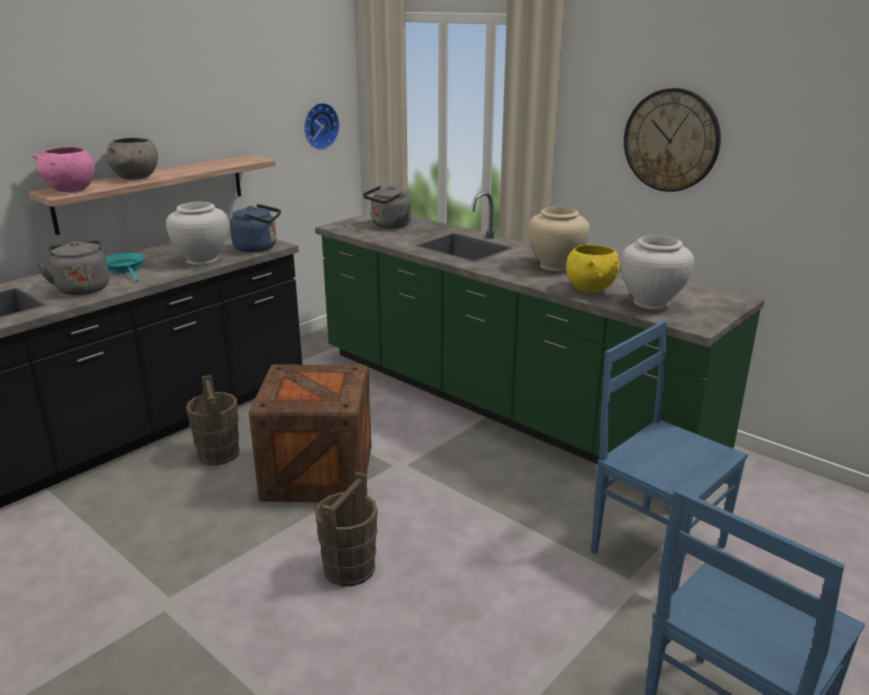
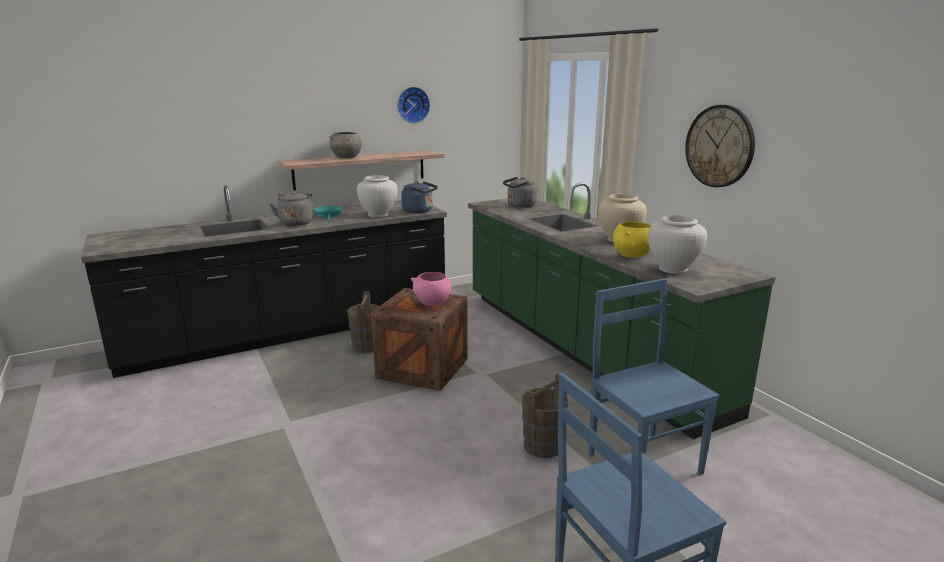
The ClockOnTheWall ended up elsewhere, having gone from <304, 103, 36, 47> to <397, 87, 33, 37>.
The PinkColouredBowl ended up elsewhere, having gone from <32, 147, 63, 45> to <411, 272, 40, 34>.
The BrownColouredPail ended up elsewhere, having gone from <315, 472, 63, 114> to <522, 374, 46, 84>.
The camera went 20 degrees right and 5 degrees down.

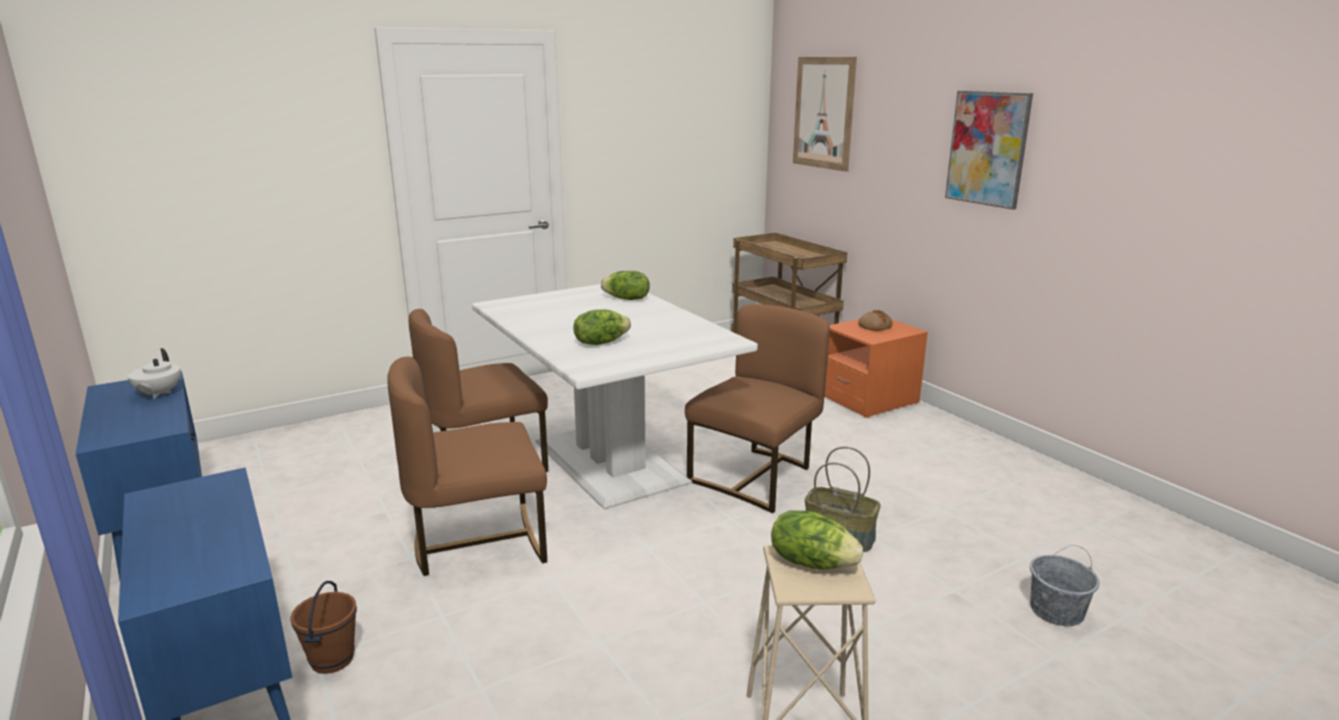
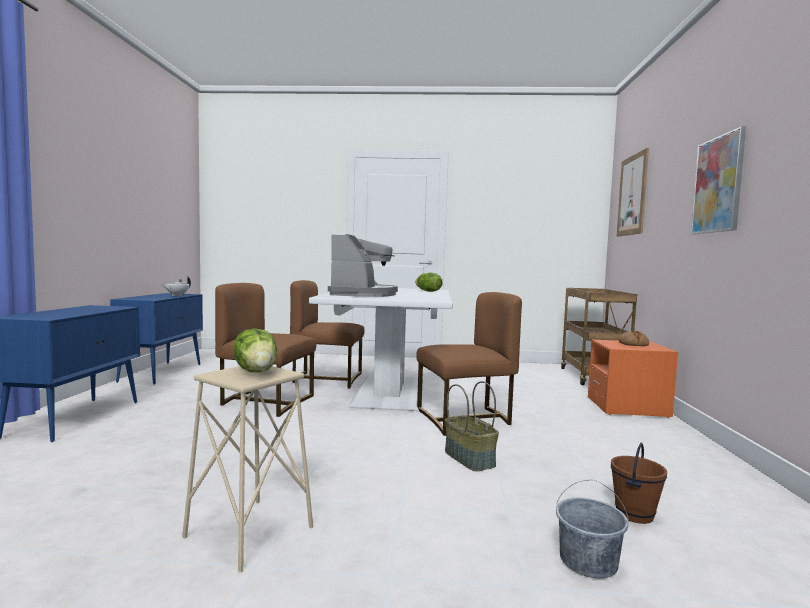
Where the HeadOfLettuce stood at <573, 310, 58, 35>, the CoffeeBrewer came to stand at <328, 234, 70, 63>.
The BrownColouredPail ended up elsewhere, having gone from <291, 581, 66, 93> to <611, 443, 56, 81>.
The camera went 35 degrees right and 15 degrees down.

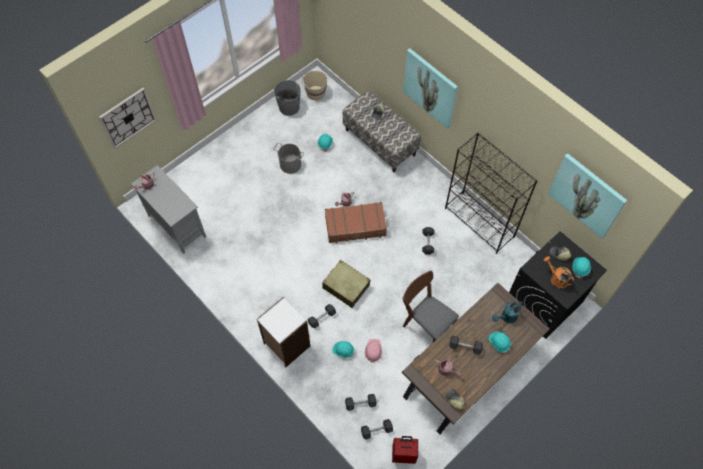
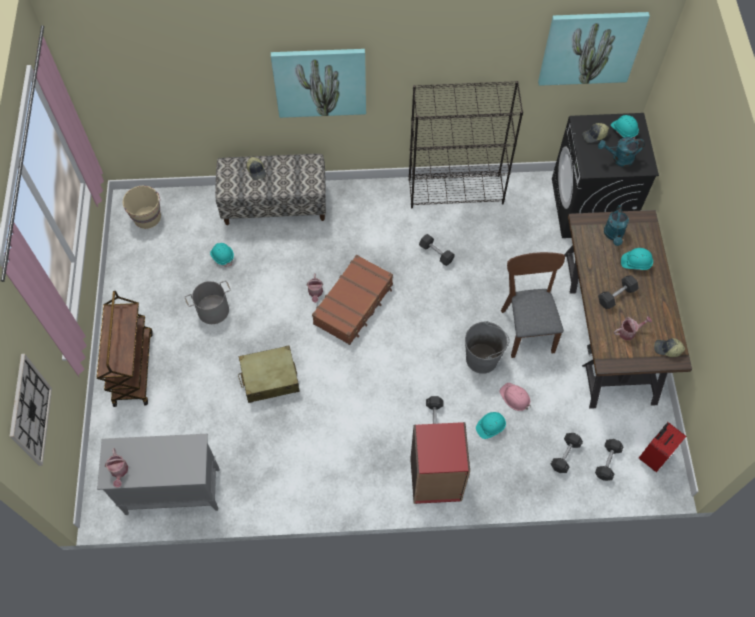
The second view gained the BrownColouredTrolley at <97, 291, 56, 116>.
The BeigeTravelCase ended up elsewhere, having gone from <322, 260, 48, 48> to <238, 345, 62, 58>.
What was the WhitishShelvingUnit at <257, 297, 53, 71> turned into the RedColouredShelvingUnit at <410, 422, 60, 82>.
The GrayPail ended up elsewhere, having gone from <274, 80, 27, 36> to <465, 321, 45, 53>.
The BrownColouredPlainChair at <402, 271, 57, 71> ended up facing another way, 90 degrees clockwise from before.
What was the OrangeColouredSprinklingCan at <544, 256, 30, 33> turned into the TurquoiseColouredSprinklingCan at <598, 137, 47, 30>.
The camera went 50 degrees left and 0 degrees up.

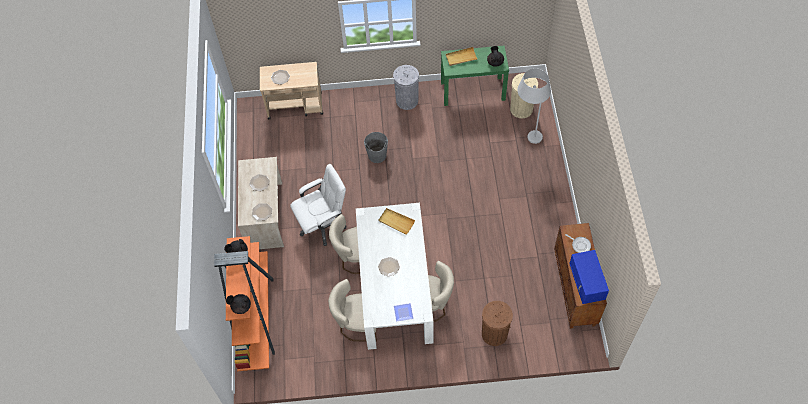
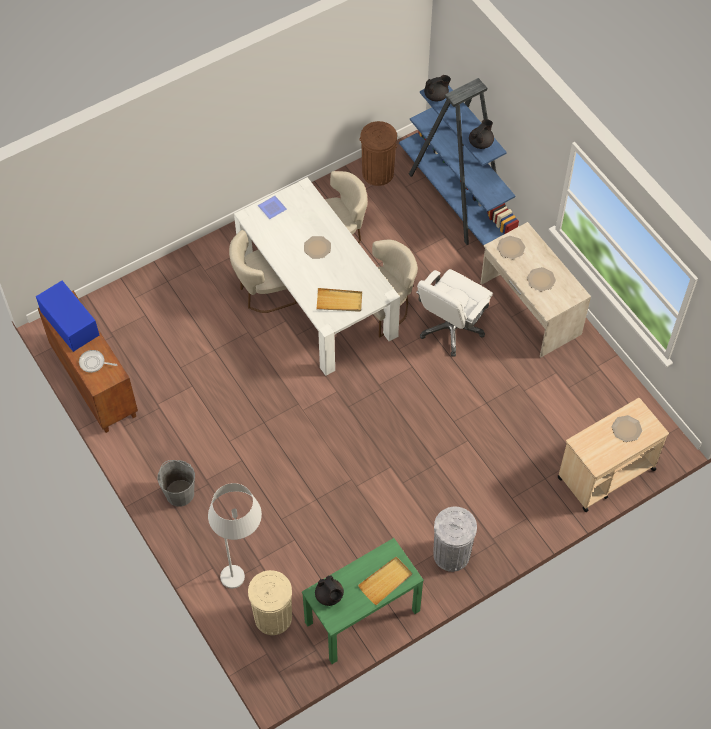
The GrayPail ended up elsewhere, having gone from <364, 132, 24, 31> to <157, 460, 38, 47>.
The BrownColouredRubbishBin ended up elsewhere, having gone from <482, 301, 31, 45> to <360, 121, 38, 65>.
What was the OrangeColouredShelvingUnit at <214, 236, 61, 135> turned into the BlueColouredShelvingUnit at <399, 78, 120, 168>.
The camera went 150 degrees right and 0 degrees up.

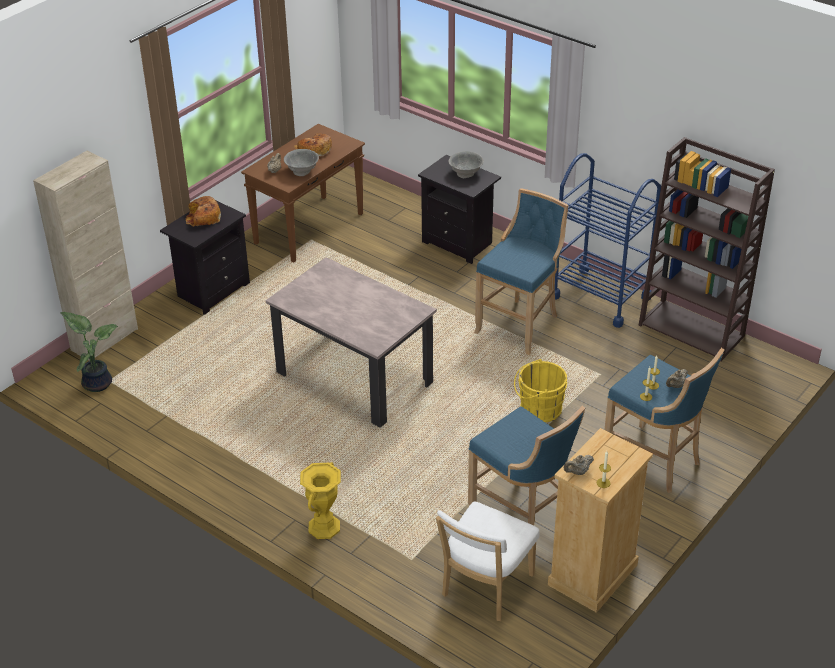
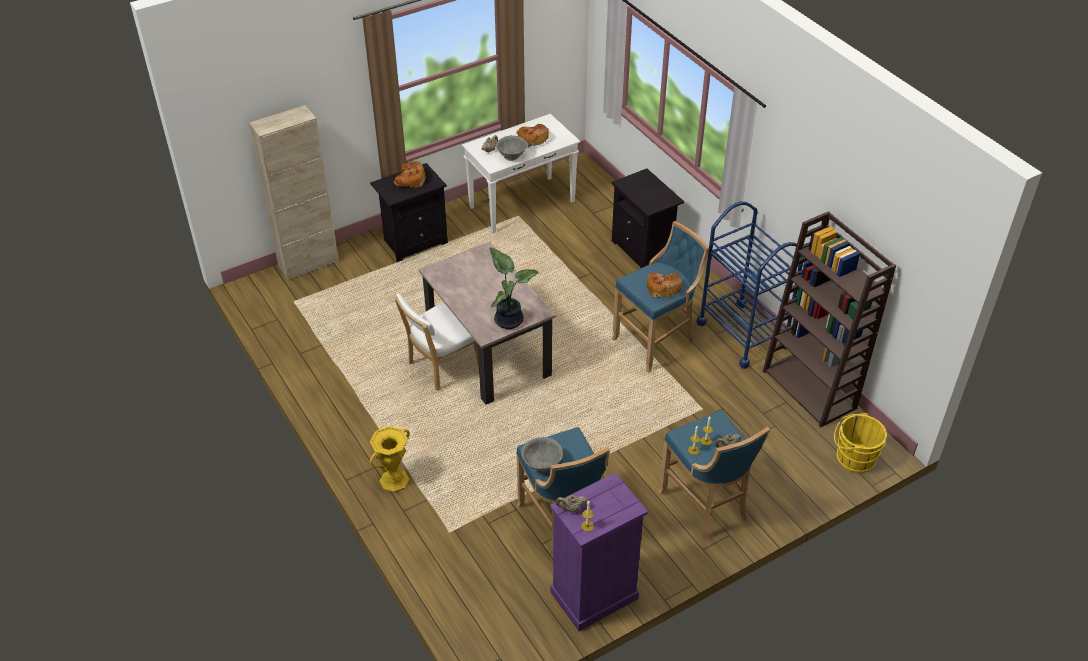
The WhitishPlainChair ended up elsewhere, having gone from <436, 502, 104, 119> to <394, 293, 85, 98>.
What was the BrownColouredHallTable at <241, 124, 124, 139> turned into the WhitishHallTable at <462, 114, 118, 119>.
The Houseplant ended up elsewhere, having gone from <60, 312, 58, 80> to <489, 247, 49, 82>.
The GrayBowl ended up elsewhere, having gone from <448, 151, 36, 27> to <521, 437, 42, 35>.
What was the BeigeDrawerChest at <548, 428, 105, 185> turned into the PurpleDrawerChest at <550, 473, 98, 158>.
The second view gained the Bread at <647, 273, 35, 25>.
The YellowColouredPail ended up elsewhere, having gone from <514, 359, 53, 63> to <834, 413, 53, 60>.
The camera went 20 degrees right and 5 degrees up.

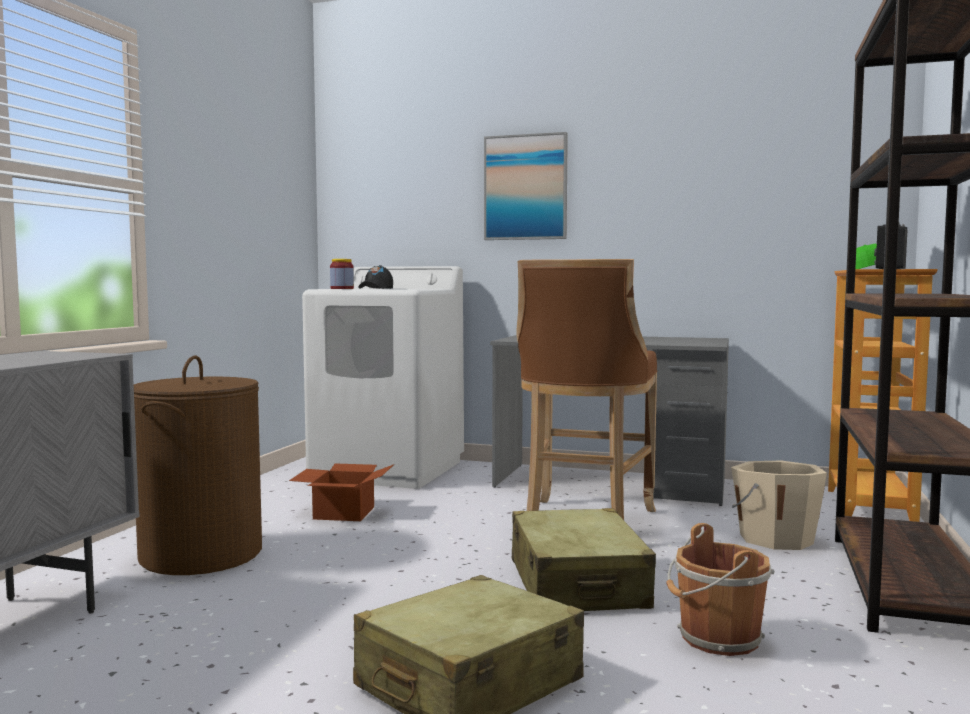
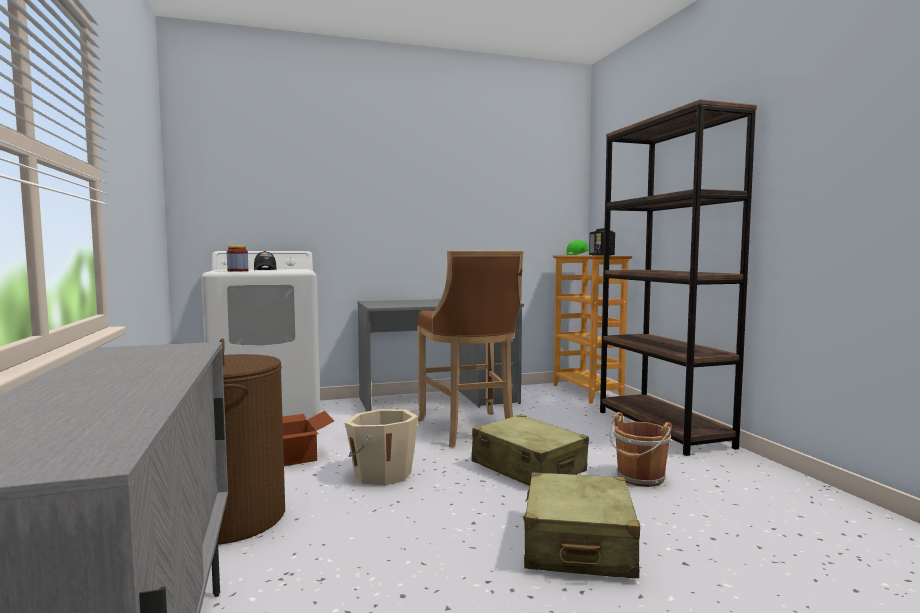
The BeigePail ended up elsewhere, having gone from <731, 461, 96, 89> to <345, 409, 73, 76>.
The second view lost the WallPicture at <484, 132, 84, 108>.
The camera went 35 degrees left and 0 degrees up.

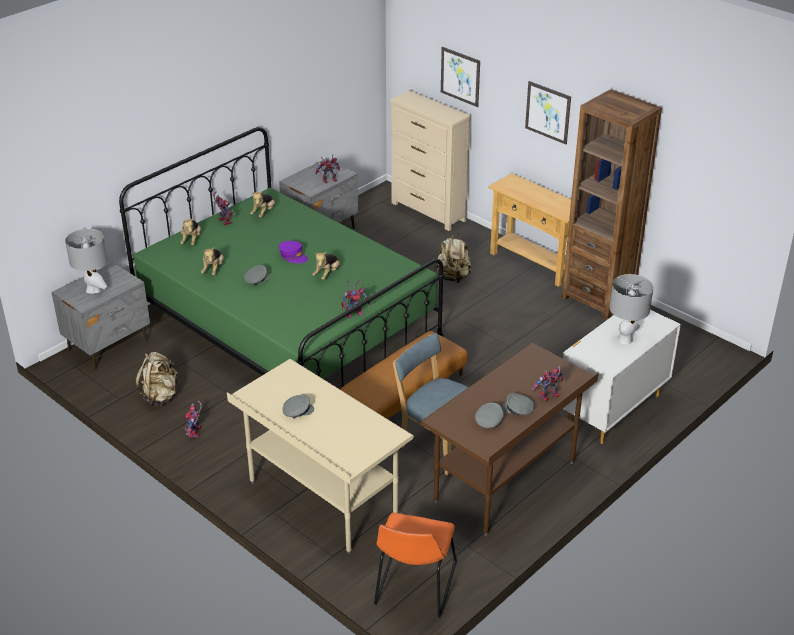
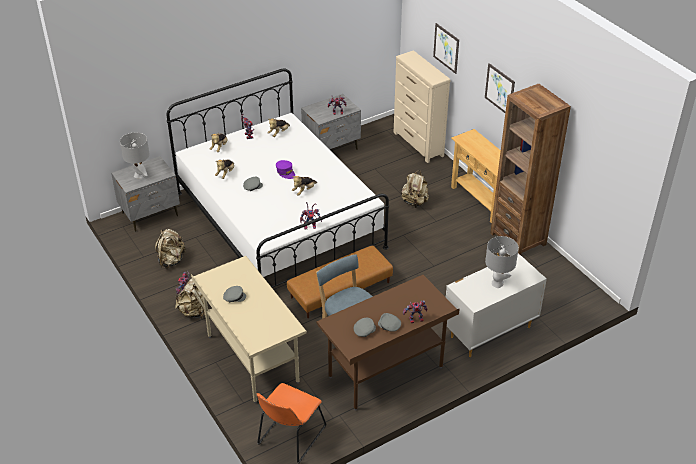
What was the GreenColouredBedroomBed at <119, 127, 325, 262> turned into the WhitishBedroomBed at <167, 68, 222, 220>.
The second view gained the BeigeKnapsack at <175, 279, 30, 40>.
The camera went 15 degrees right and 5 degrees up.

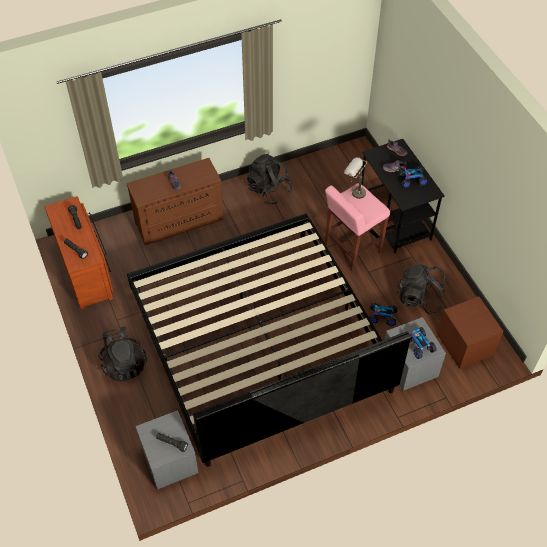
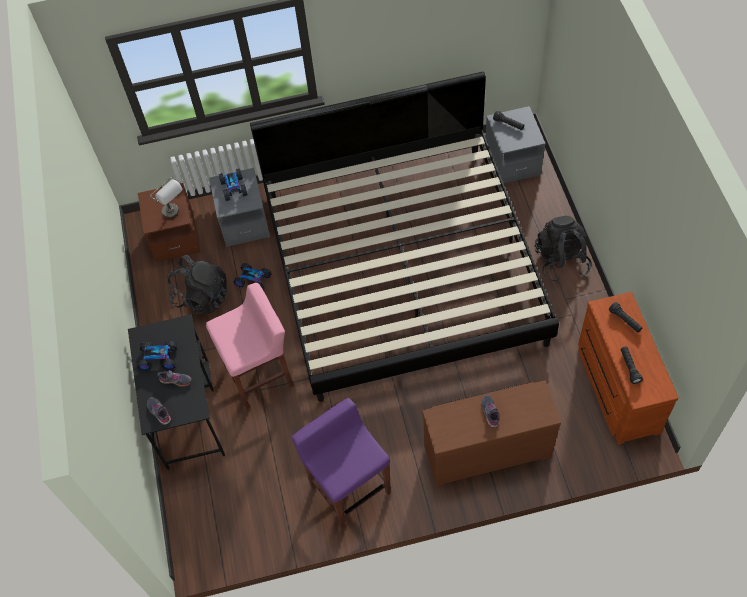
The GrayTabletopLamp ended up elsewhere, having gone from <344, 157, 23, 42> to <150, 177, 32, 41>.
Where the BlackColouredKnapsack stood at <247, 154, 46, 50>, the PurpleStool came to stand at <291, 398, 100, 130>.
The camera went 165 degrees left and 5 degrees up.

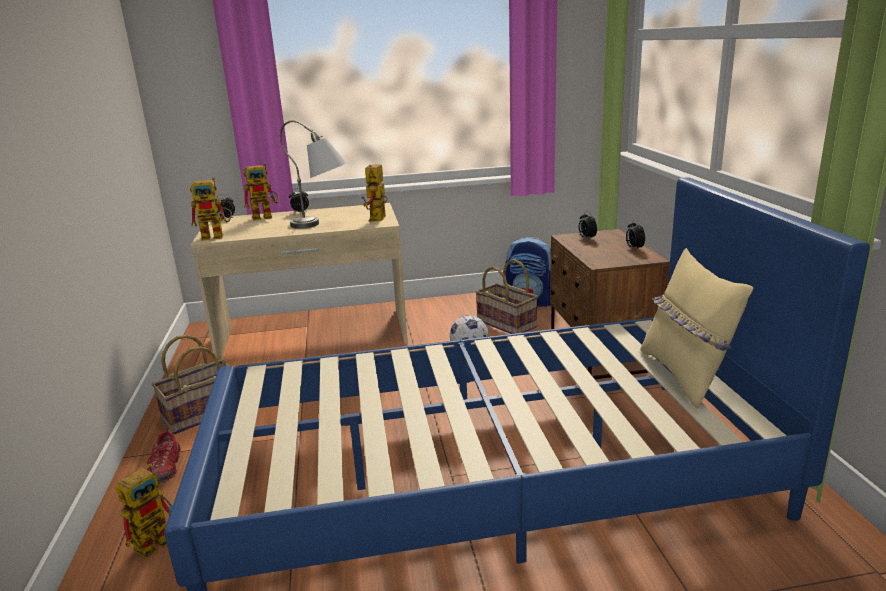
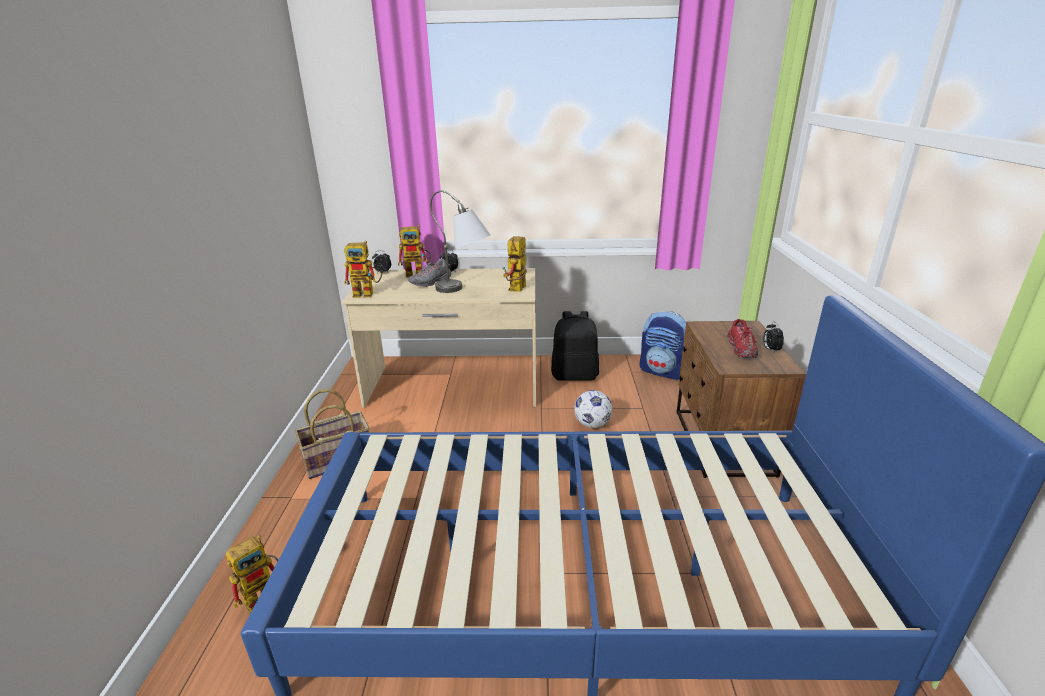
The second view gained the GrayShoe at <408, 259, 43, 28>.
The second view gained the BlackColouredKnapsack at <551, 311, 48, 70>.
The RedColouredShoe ended up elsewhere, having gone from <147, 431, 33, 52> to <728, 319, 30, 39>.
The second view lost the HouseholdBasket at <475, 259, 63, 75>.
The second view lost the AlarmClock at <579, 211, 18, 27>.
The second view lost the BeigePillow at <640, 248, 113, 161>.
The camera went 10 degrees right and 5 degrees up.

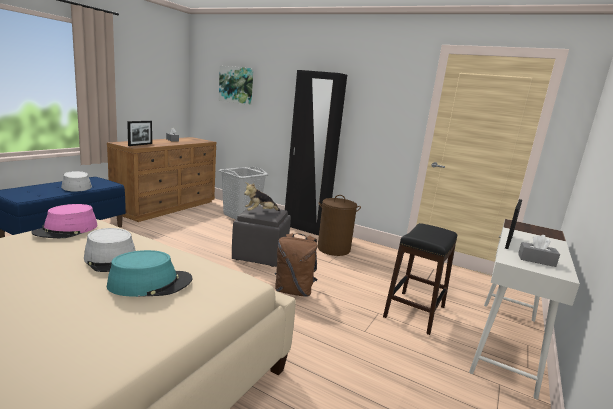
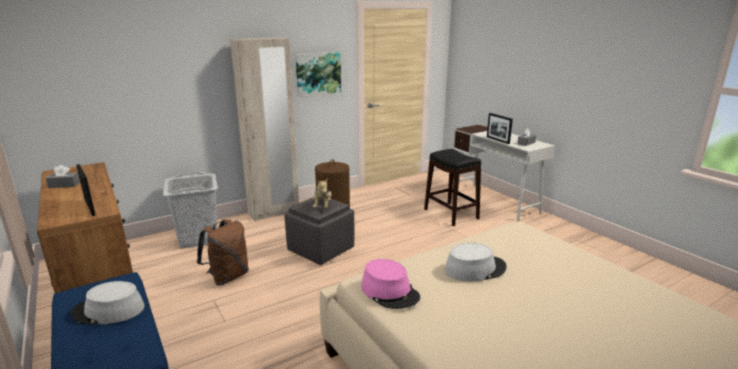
The BrownColouredKnapsack ended up elsewhere, having gone from <275, 233, 42, 64> to <197, 219, 52, 66>.
What was the BlackColouredArmoire at <285, 70, 62, 165> turned into the BeigeArmoire at <230, 37, 69, 184>.
The WallPicture ended up elsewhere, having gone from <219, 66, 35, 39> to <295, 52, 46, 45>.
The second view lost the TurquoiseColouredWearableHat at <107, 250, 85, 47>.
The camera went 60 degrees left and 5 degrees up.

